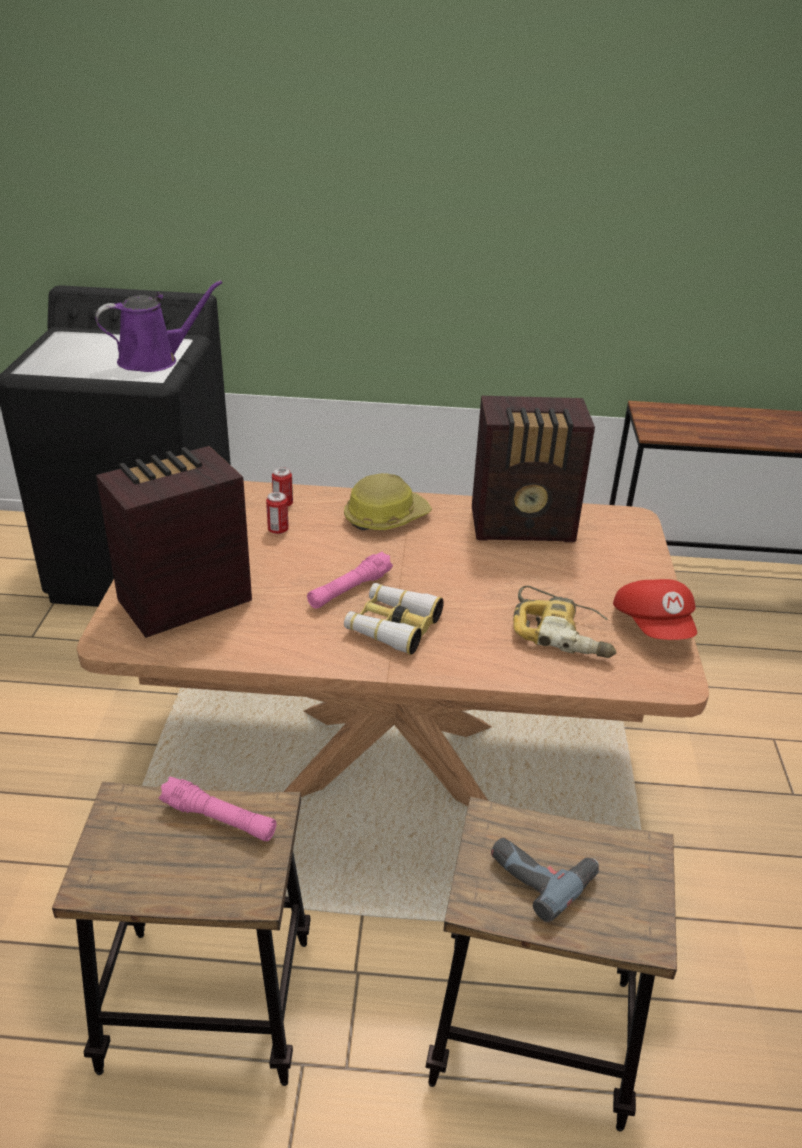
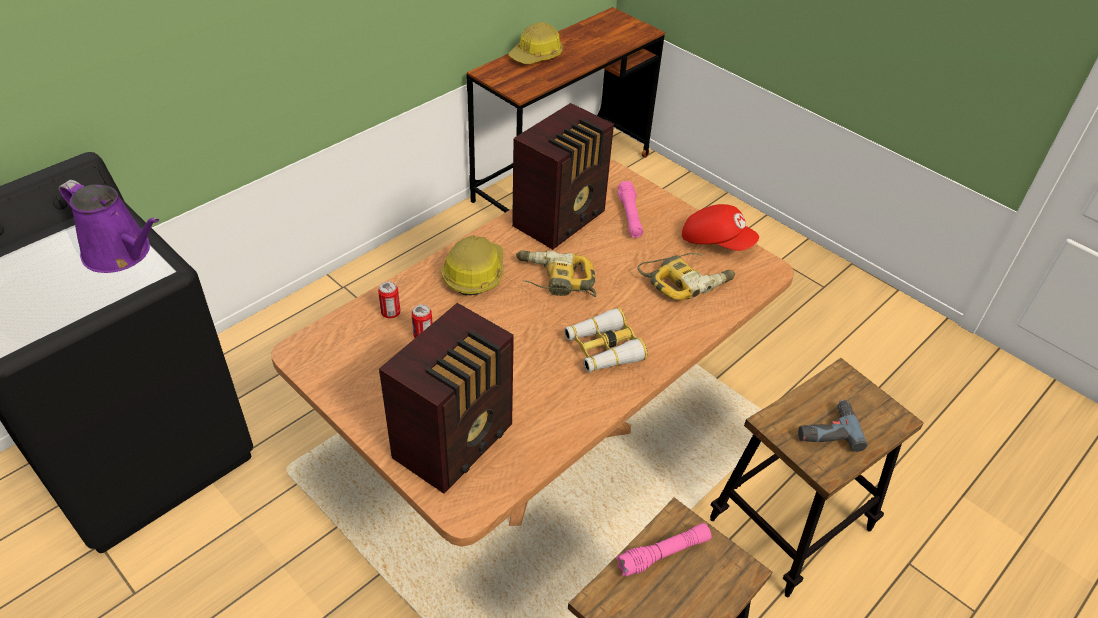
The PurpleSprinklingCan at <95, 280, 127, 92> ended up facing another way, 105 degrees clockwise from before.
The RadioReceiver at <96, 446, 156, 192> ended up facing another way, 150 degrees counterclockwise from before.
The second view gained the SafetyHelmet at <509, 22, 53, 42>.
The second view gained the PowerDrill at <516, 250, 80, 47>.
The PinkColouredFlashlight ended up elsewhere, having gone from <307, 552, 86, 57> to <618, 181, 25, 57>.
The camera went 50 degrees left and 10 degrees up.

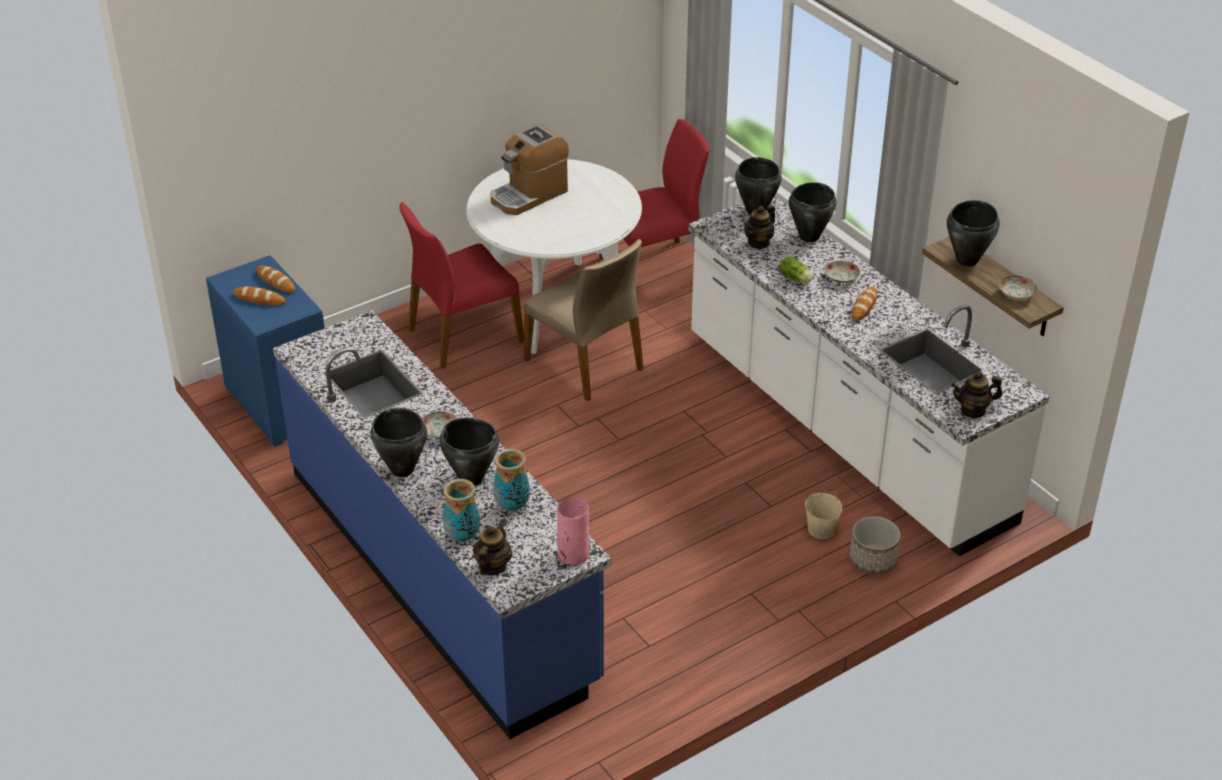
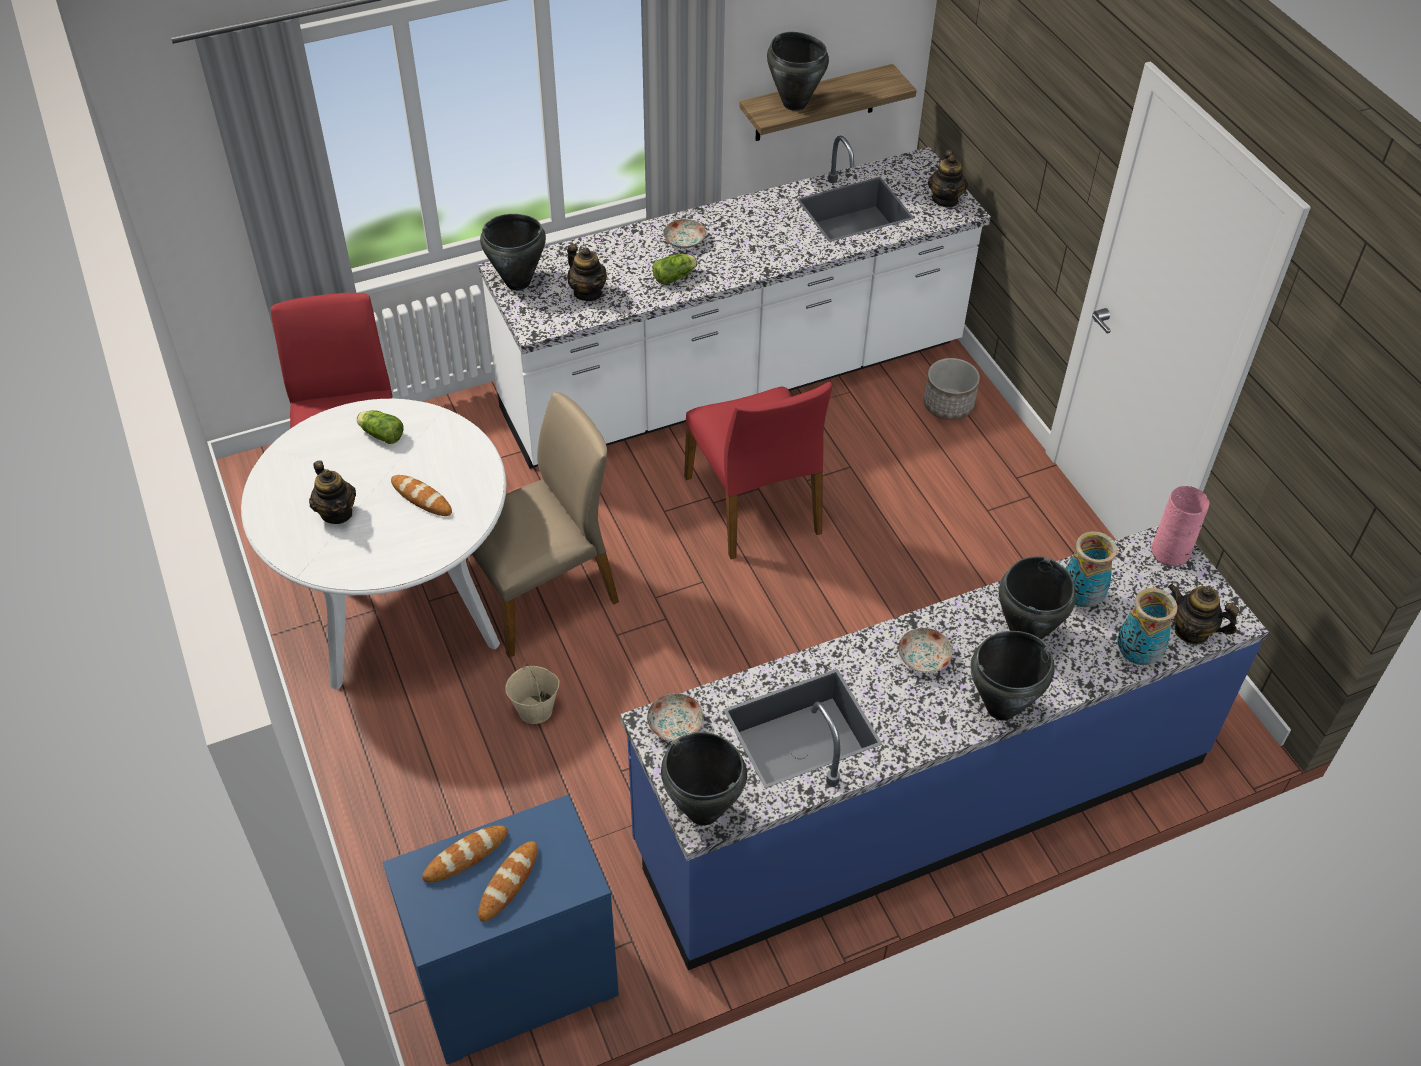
Where the CoffeeBrewer stood at <491, 124, 78, 91>, the Teapot came to stand at <309, 460, 47, 64>.
The second view gained the HeadOfLettuce at <356, 410, 48, 34>.
The Bread ended up elsewhere, having gone from <851, 287, 26, 34> to <391, 475, 61, 41>.
The BeigePail ended up elsewhere, having gone from <805, 489, 37, 50> to <505, 663, 54, 61>.
The Plate ended up elsewhere, having gone from <999, 275, 39, 25> to <647, 693, 56, 48>.
The BlackColouredSaucepot ended up elsewhere, having gone from <789, 182, 47, 60> to <661, 732, 86, 93>.
The RedColouredPlainChair ended up elsewhere, having gone from <399, 202, 125, 167> to <684, 382, 148, 177>.
The camera went 80 degrees left and 10 degrees up.

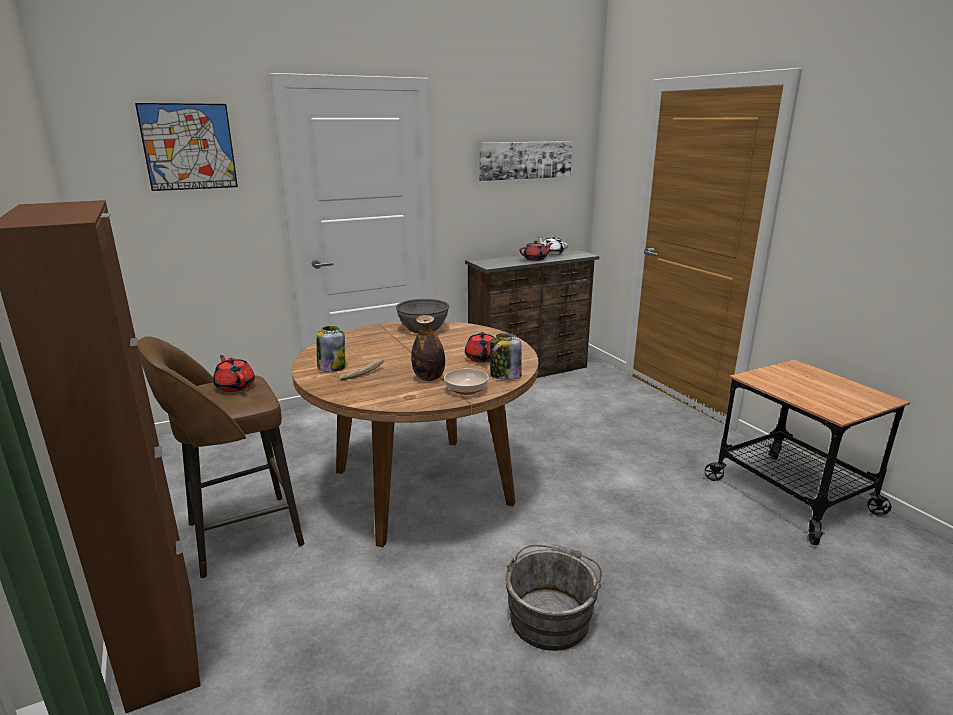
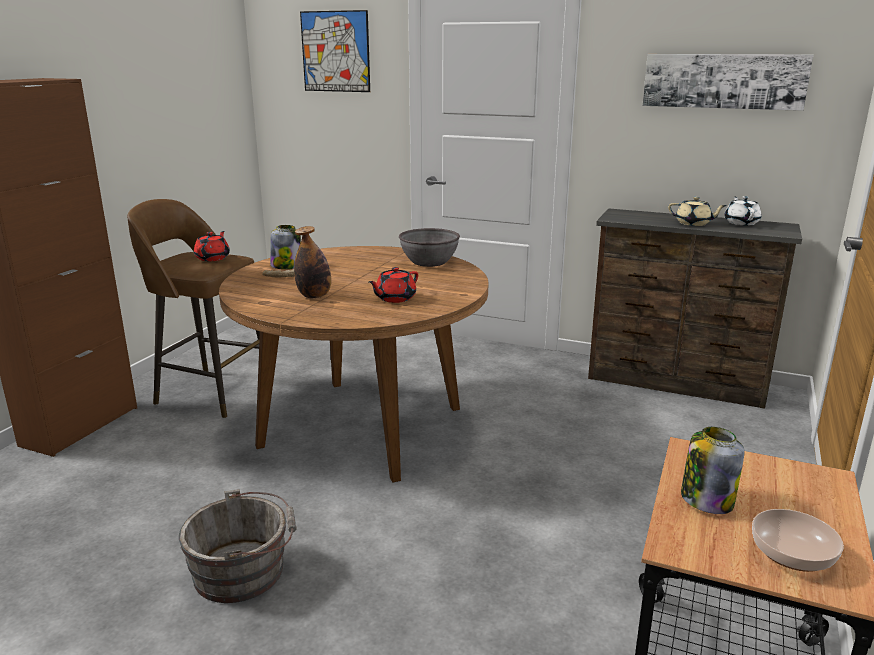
What was the RedColouredTeapot at <520, 241, 33, 20> turned into the BeigeTeapot at <668, 197, 59, 29>.
The Jar ended up elsewhere, having gone from <490, 333, 32, 47> to <681, 427, 64, 87>.
The Bowl ended up elsewhere, having gone from <444, 369, 45, 26> to <752, 509, 92, 63>.
The camera went 50 degrees right and 0 degrees up.

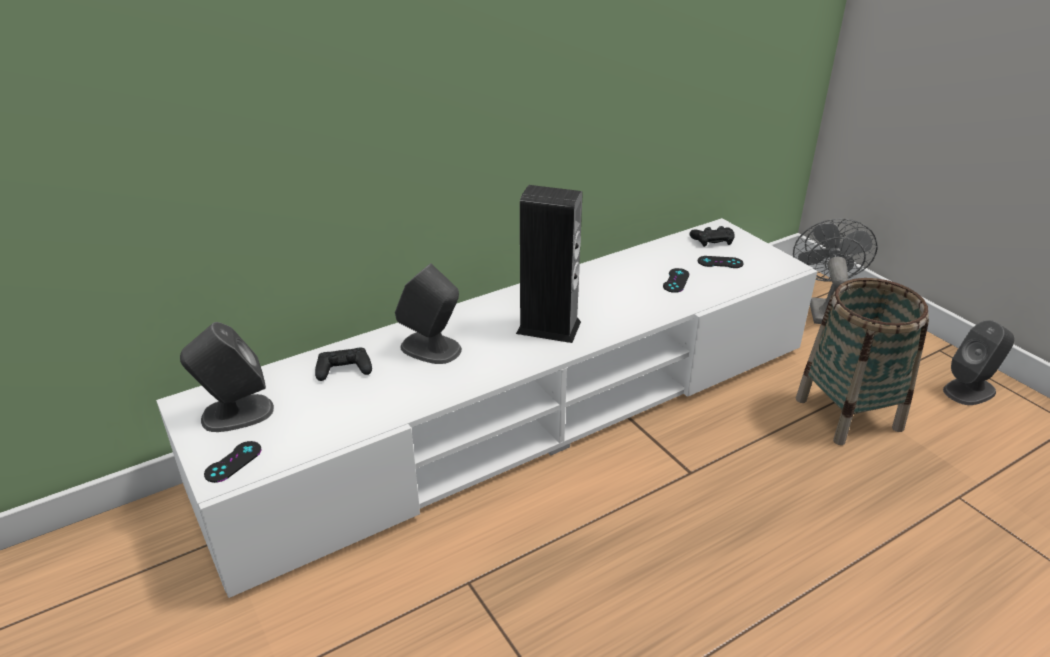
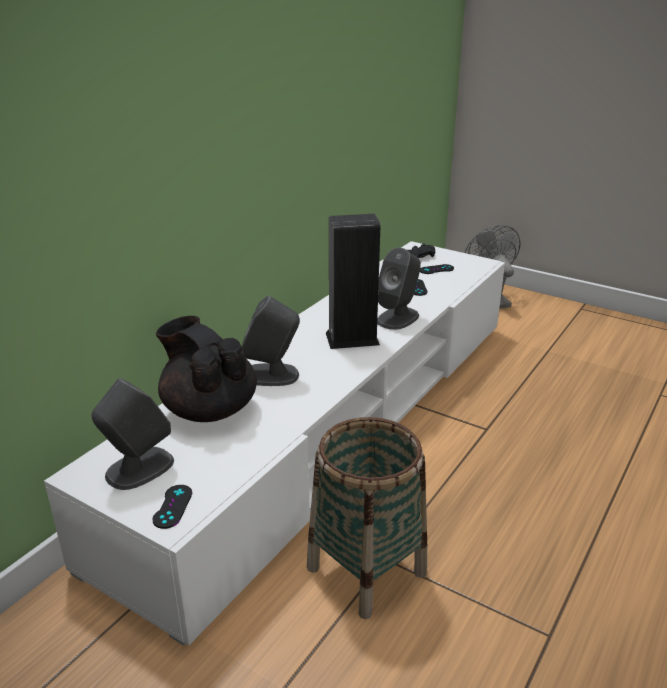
Where the BlackColouredGameController stood at <315, 348, 57, 33>, the BlackColouredTeapot came to stand at <156, 316, 101, 106>.
The HouseholdBasket ended up elsewhere, having gone from <796, 278, 133, 167> to <307, 417, 120, 202>.
The GrayLoudspeaker ended up elsewhere, having gone from <943, 320, 72, 85> to <377, 248, 44, 82>.
The camera went 25 degrees left and 5 degrees down.

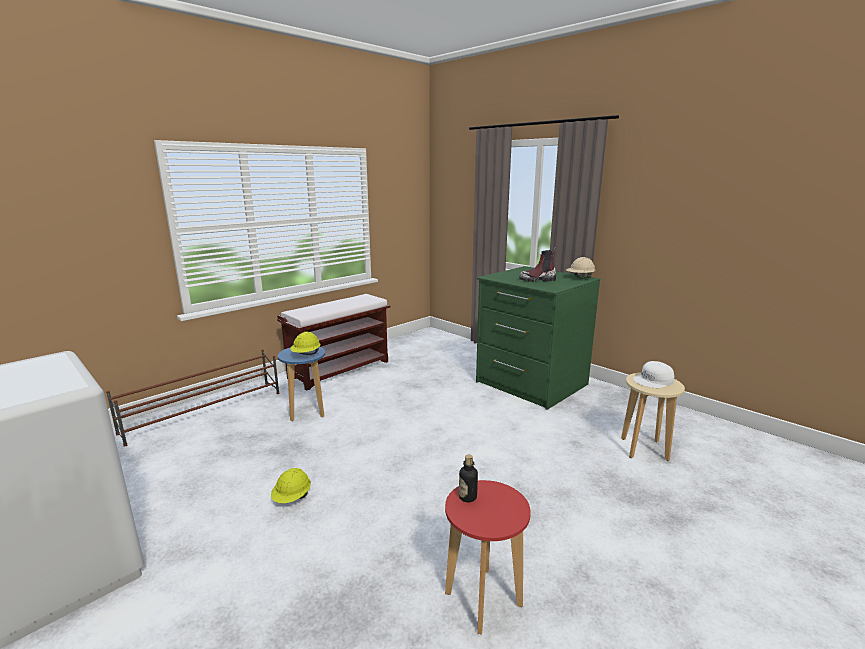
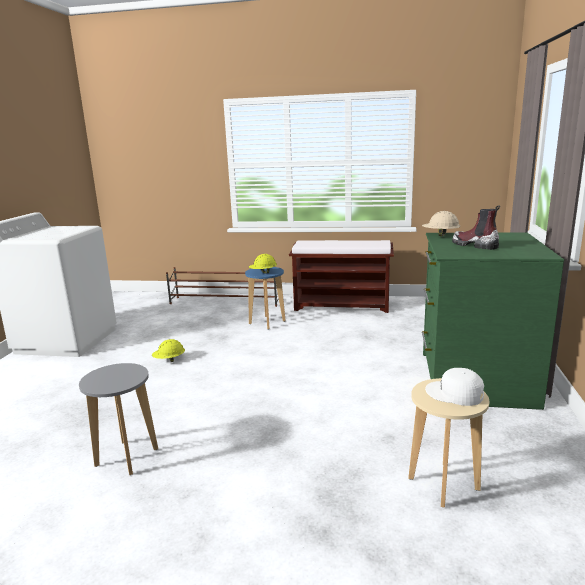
What was the RedColouredStool at <445, 480, 86, 154> turned into the GrayStool at <79, 363, 79, 112>.
The BeigeSafetyHelmet ended up elsewhere, having gone from <566, 257, 30, 22> to <422, 211, 38, 25>.
The second view lost the BeverageBottle at <459, 455, 19, 47>.
The camera went 55 degrees right and 0 degrees up.

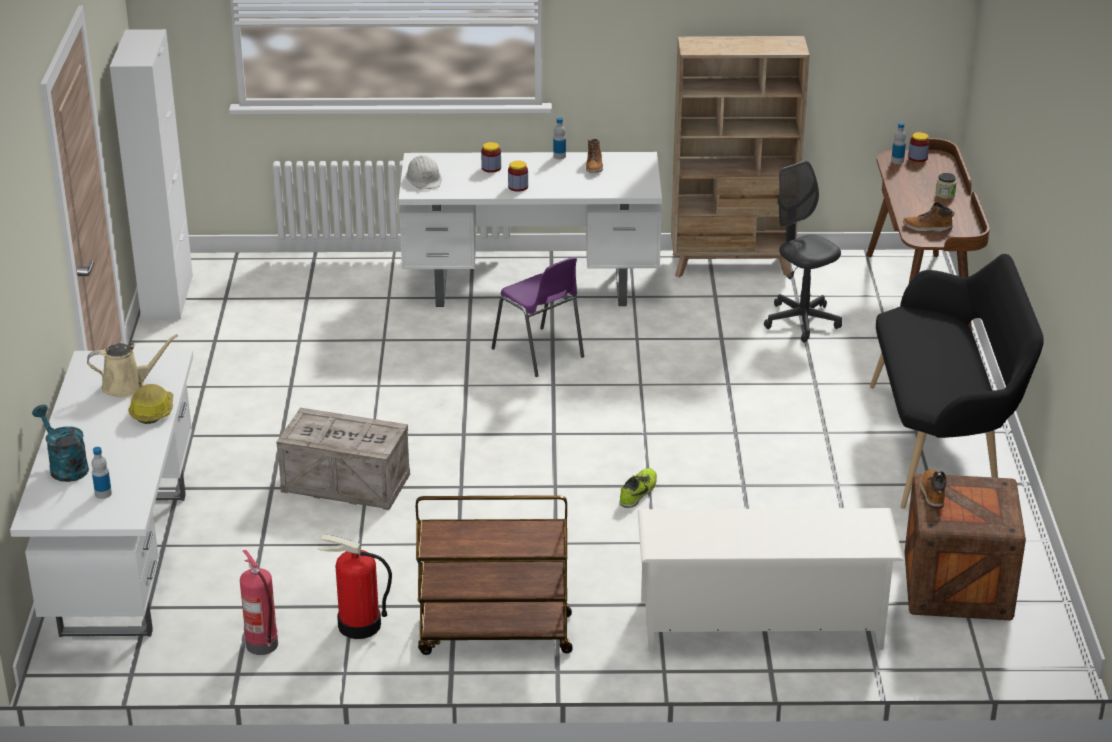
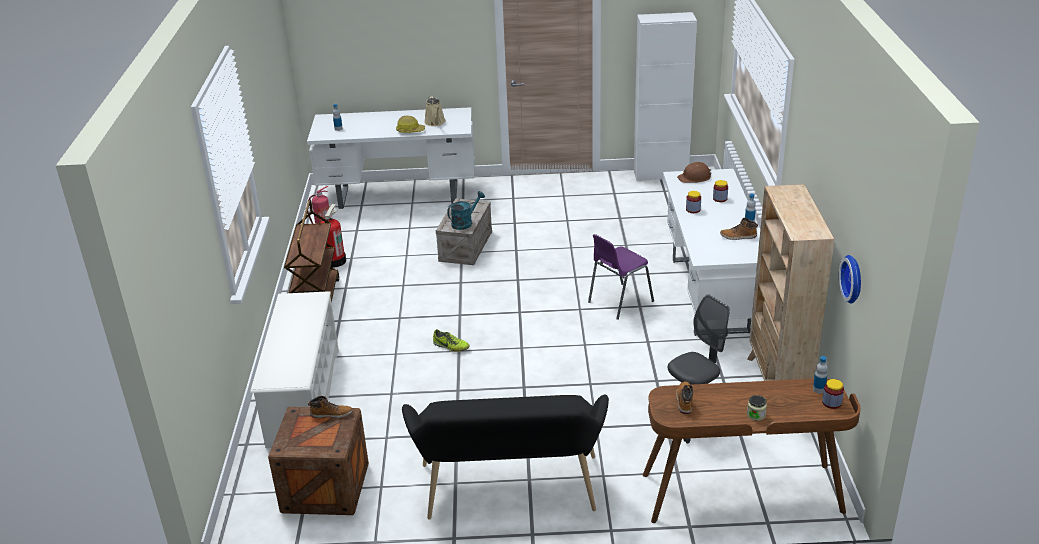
The TurquoiseColouredSprinklingCan ended up elsewhere, having gone from <32, 405, 57, 77> to <447, 191, 38, 39>.
What was the WhitishSafetyHelmet at <406, 155, 35, 34> turned into the BrownColouredSafetyHelmet at <677, 162, 34, 21>.
The second view gained the ClockOnTheWall at <839, 255, 22, 49>.
The camera went 90 degrees right and 0 degrees up.

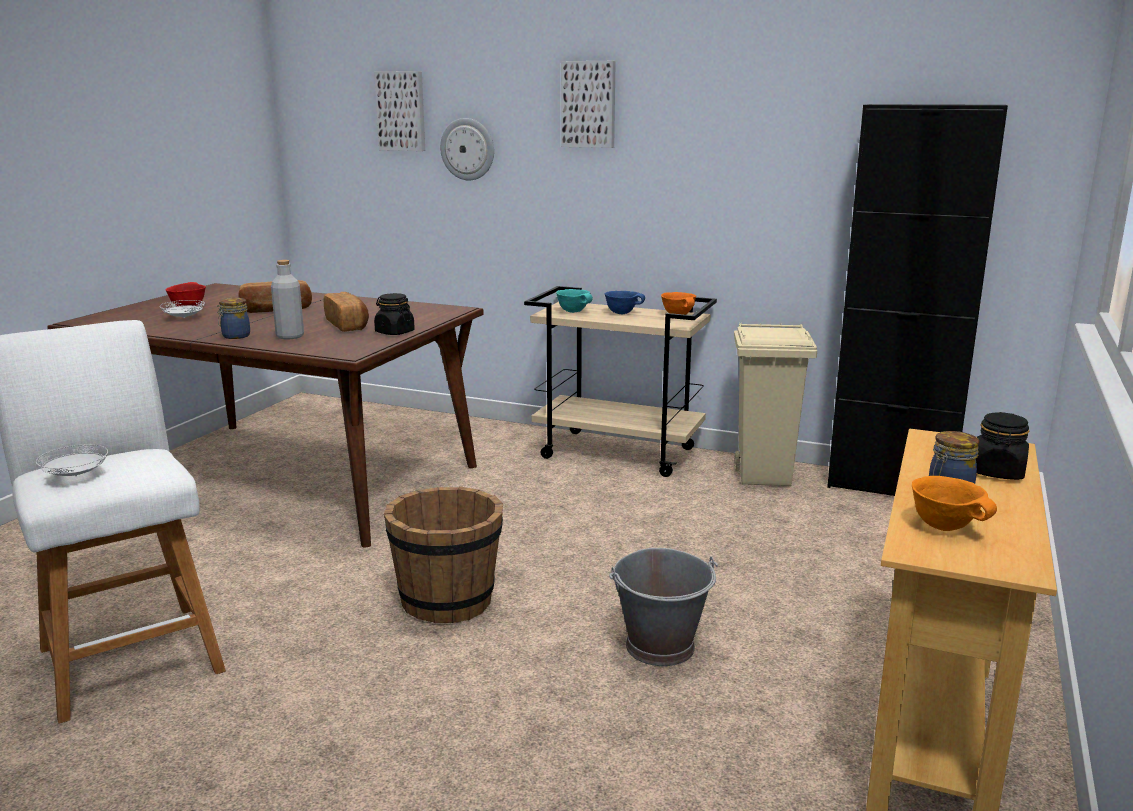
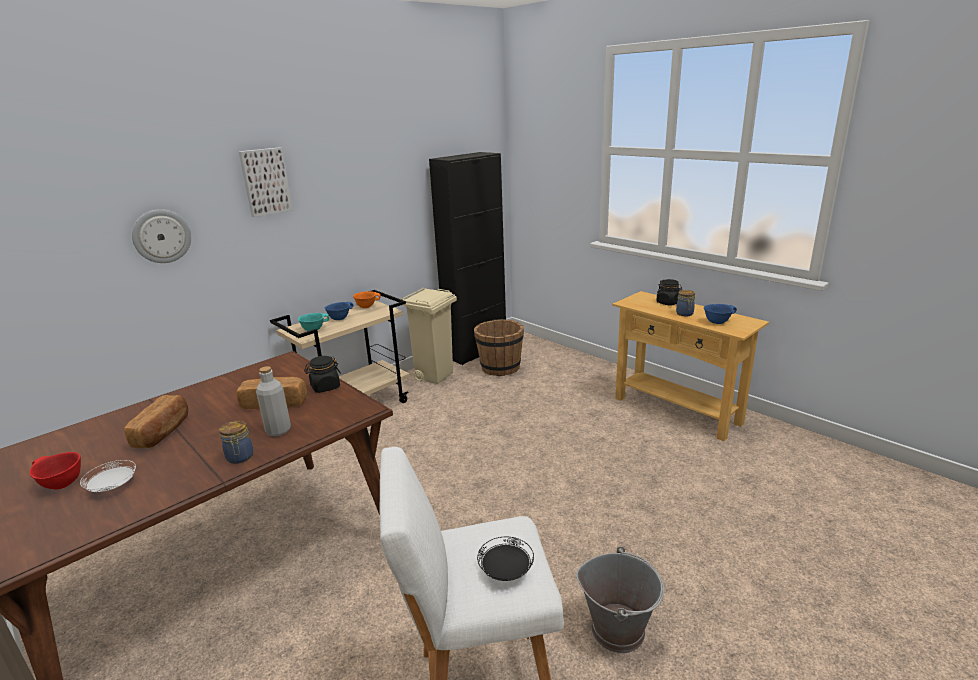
The BrownColouredPail ended up elsewhere, having gone from <384, 486, 119, 137> to <474, 319, 50, 57>.
What was the WhitishPlate at <36, 444, 72, 32> turned into the BlackColouredPlate at <477, 536, 57, 45>.
The GrayPail ended up elsewhere, having gone from <609, 548, 109, 118> to <576, 546, 88, 107>.
What was the OrangeColouredBowl at <912, 476, 85, 55> turned into the BlueColouredBowl at <704, 304, 33, 20>.
The second view lost the WallPicture at <374, 71, 51, 80>.
The camera went 65 degrees left and 5 degrees up.

